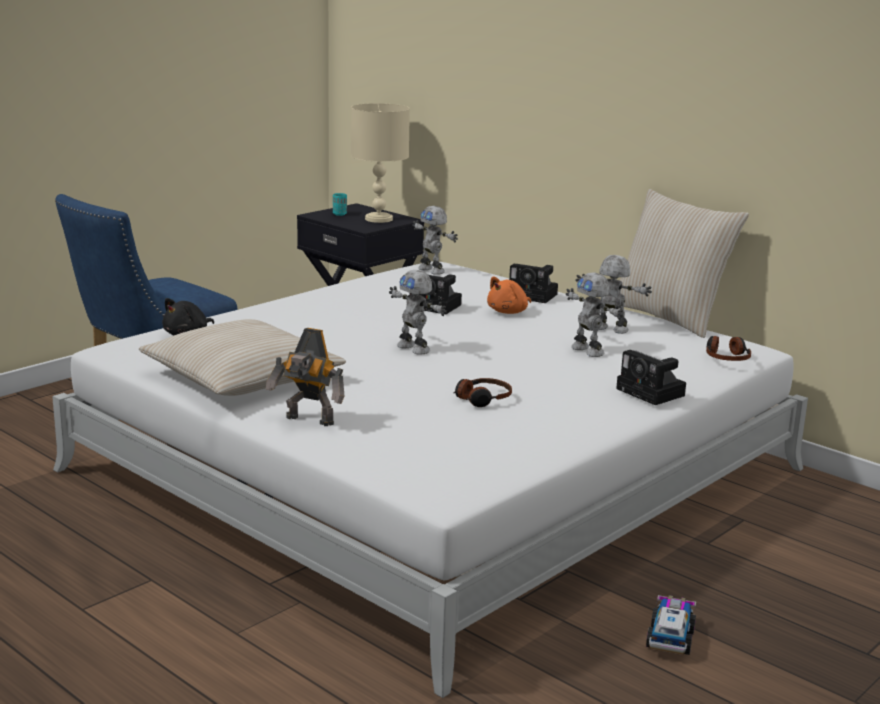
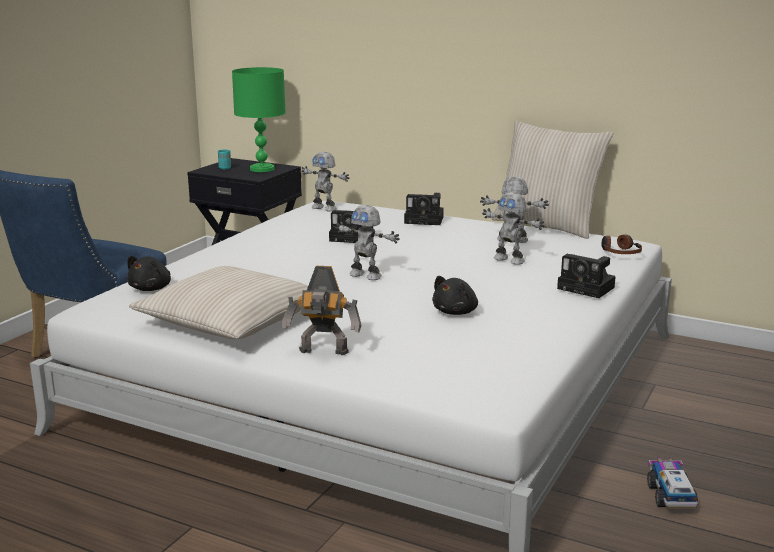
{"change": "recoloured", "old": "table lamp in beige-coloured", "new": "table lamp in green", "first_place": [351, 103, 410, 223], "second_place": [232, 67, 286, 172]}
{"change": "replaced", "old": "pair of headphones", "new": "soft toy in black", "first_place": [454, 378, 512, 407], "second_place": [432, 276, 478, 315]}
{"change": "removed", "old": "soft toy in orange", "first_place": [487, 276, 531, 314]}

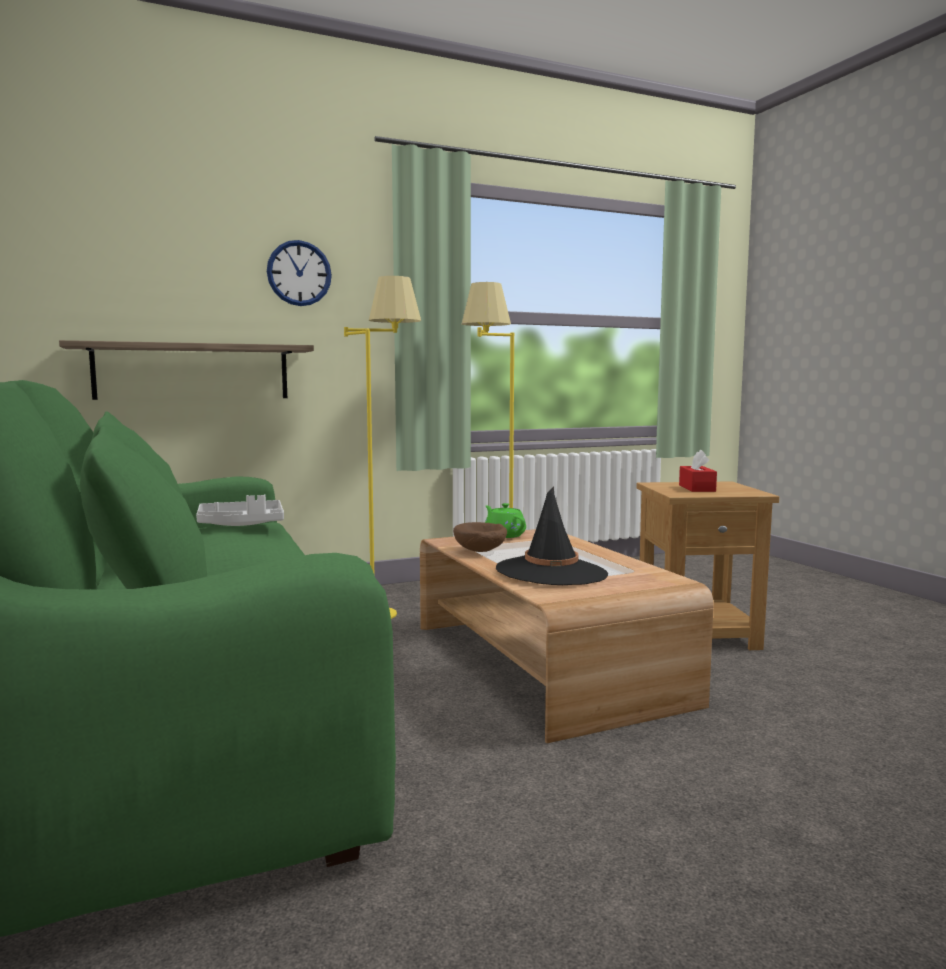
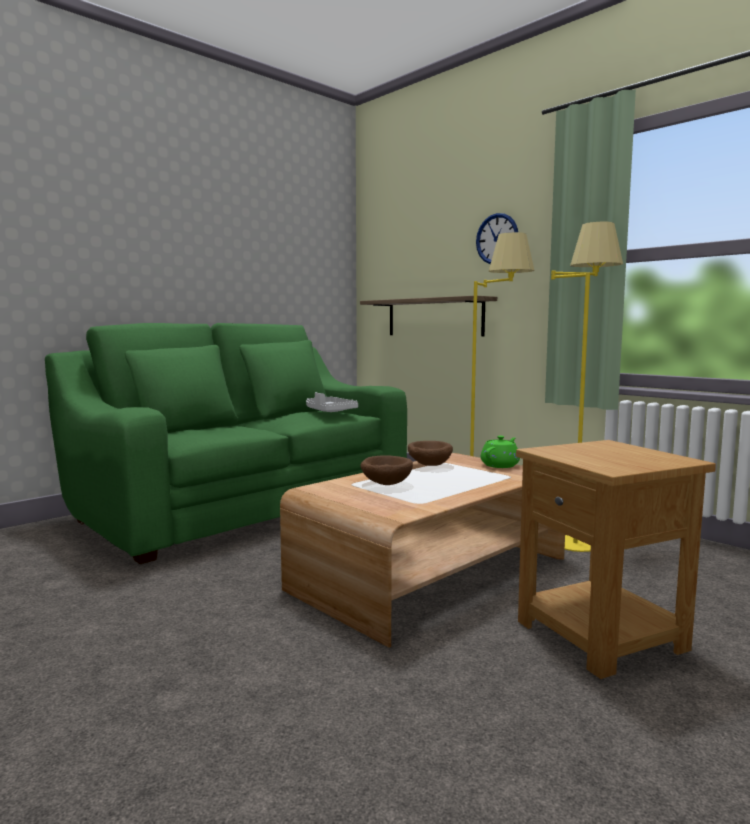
{"change": "replaced", "old": "clothing hat in black", "new": "deep dish in brown-coloured", "first_place": [496, 487, 608, 585], "second_place": [361, 456, 413, 485]}
{"change": "removed", "old": "tissue box in red-coloured", "first_place": [679, 449, 717, 492]}

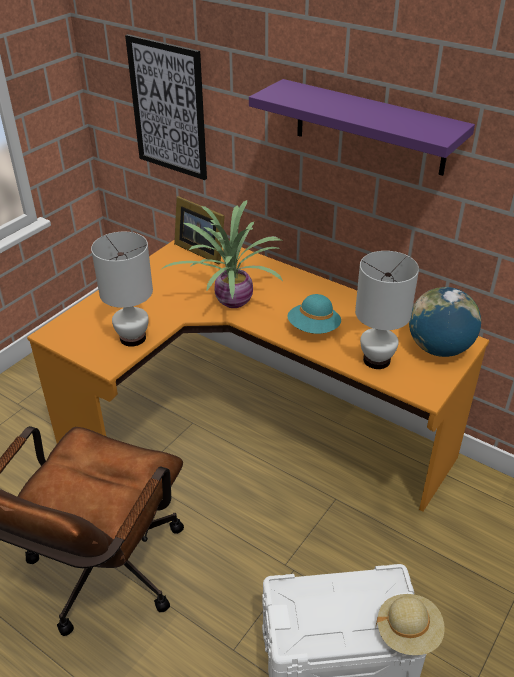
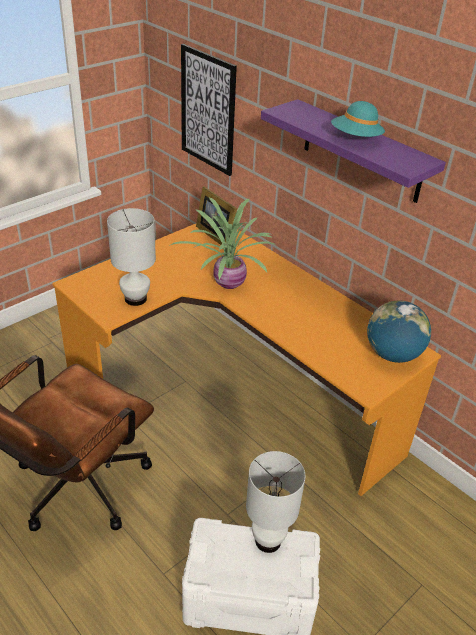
{"change": "moved", "old": "clothing hat in turquoise", "first_place": [287, 294, 341, 334], "second_place": [331, 101, 385, 137]}
{"change": "moved", "old": "table lamp in white", "first_place": [355, 251, 419, 369], "second_place": [246, 451, 305, 553]}
{"change": "removed", "old": "clothing hat in beige-coloured", "first_place": [375, 594, 445, 655]}

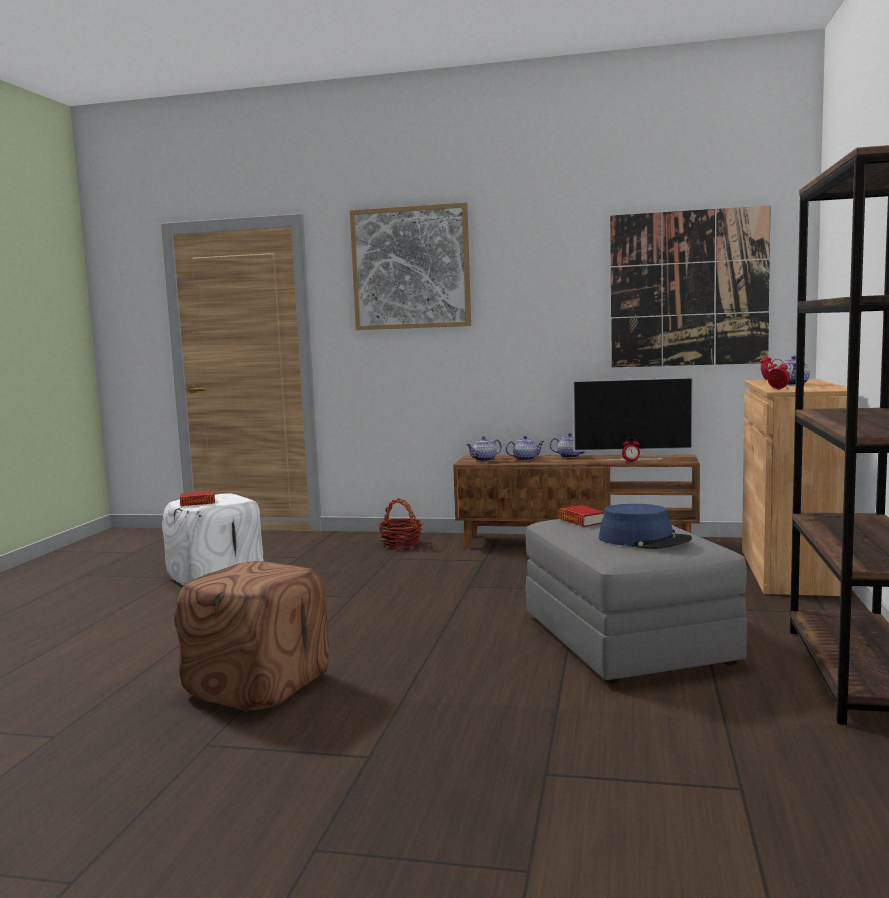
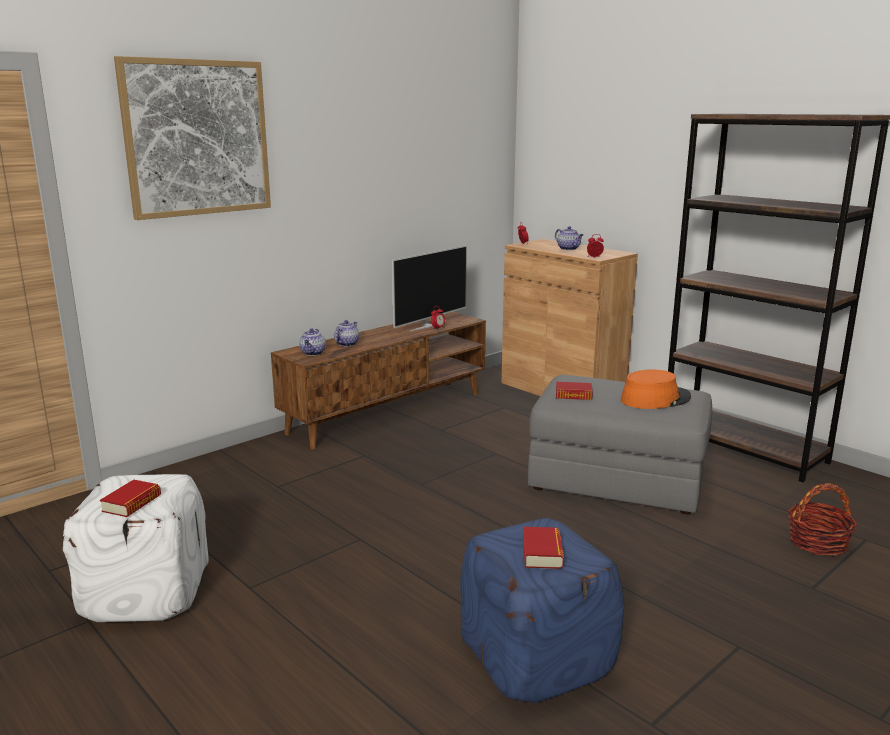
{"change": "recoloured", "old": "footrest in brown-coloured", "new": "footrest in blue-coloured", "first_place": [174, 561, 329, 711], "second_place": [460, 518, 624, 703]}
{"change": "moved", "old": "household basket", "first_place": [378, 498, 422, 549], "second_place": [788, 483, 857, 556]}
{"change": "removed", "old": "tea pot", "first_place": [550, 433, 585, 458]}
{"change": "recoloured", "old": "clothing hat in blue-coloured", "new": "clothing hat in orange", "first_place": [599, 504, 692, 549], "second_place": [621, 370, 691, 409]}
{"change": "removed", "old": "wall picture", "first_place": [610, 205, 771, 367]}
{"change": "added", "new": "bound book", "second_place": [523, 527, 564, 569]}

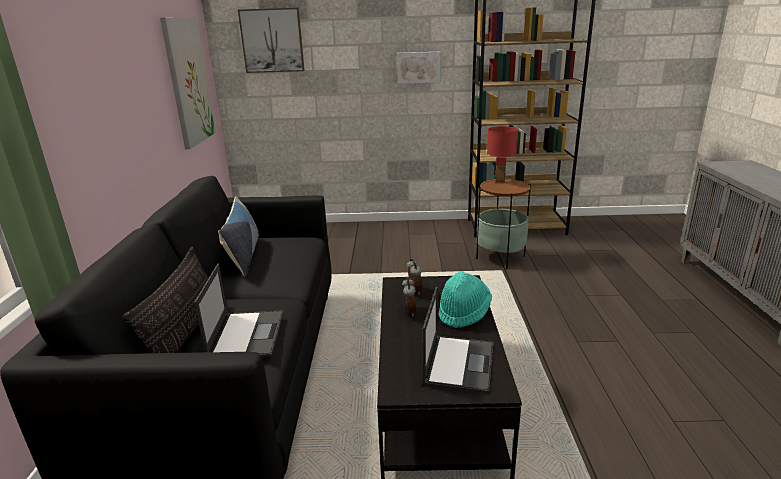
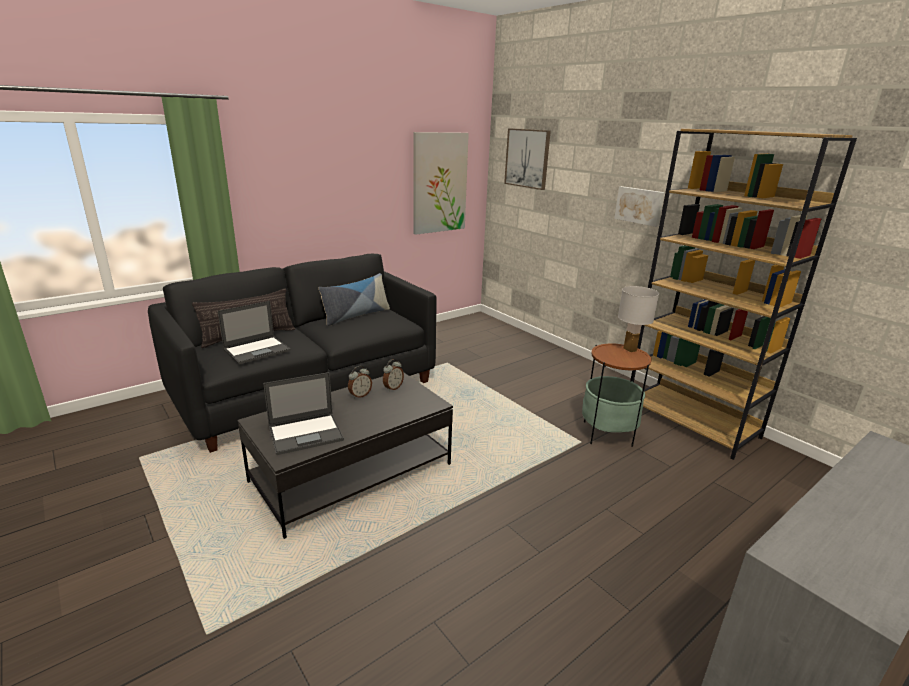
{"change": "removed", "old": "clothing hat in turquoise", "first_place": [439, 271, 492, 328]}
{"change": "recoloured", "old": "table lamp in red-coloured", "new": "table lamp in white", "first_place": [487, 126, 518, 182], "second_place": [618, 286, 659, 352]}

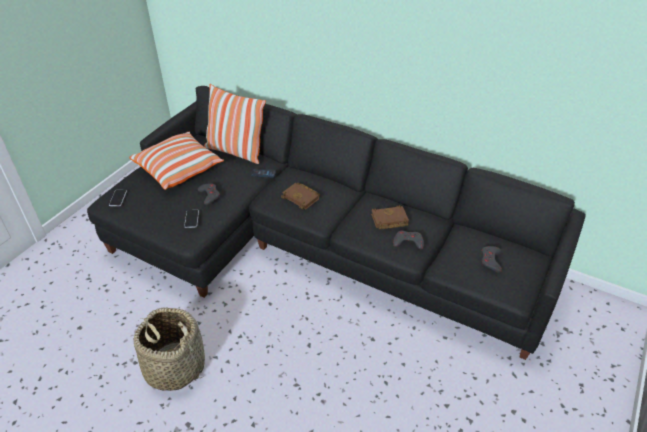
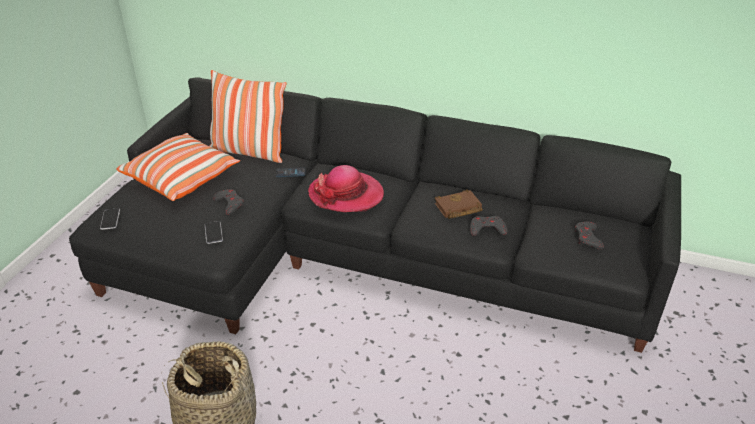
{"change": "replaced", "old": "bound book in brown-coloured", "new": "clothing hat", "first_place": [281, 183, 320, 210], "second_place": [308, 165, 384, 212]}

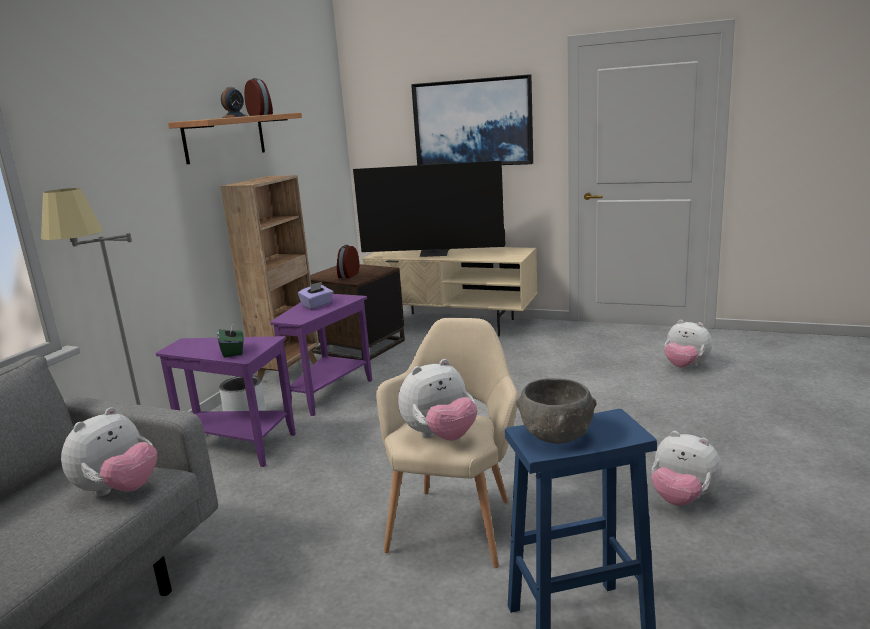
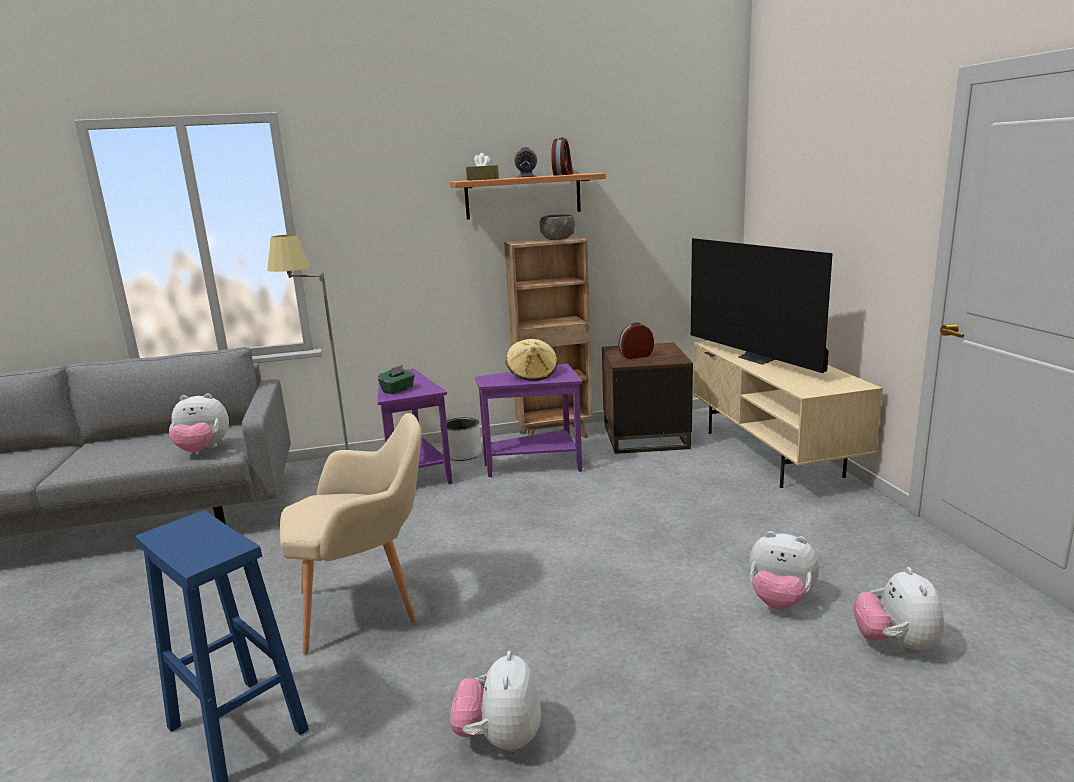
{"change": "replaced", "old": "tissue box in purple-coloured", "new": "clothing hat in beige-coloured", "first_place": [298, 282, 333, 309], "second_place": [506, 339, 558, 381]}
{"change": "moved", "old": "soft toy", "first_place": [398, 359, 477, 441], "second_place": [749, 531, 819, 610]}
{"change": "removed", "old": "wall picture", "first_place": [411, 74, 533, 165]}
{"change": "moved", "old": "deep dish in greyish", "first_place": [516, 378, 597, 444], "second_place": [540, 214, 575, 240]}
{"change": "added", "new": "tissue box in brown-coloured", "second_place": [466, 153, 499, 181]}

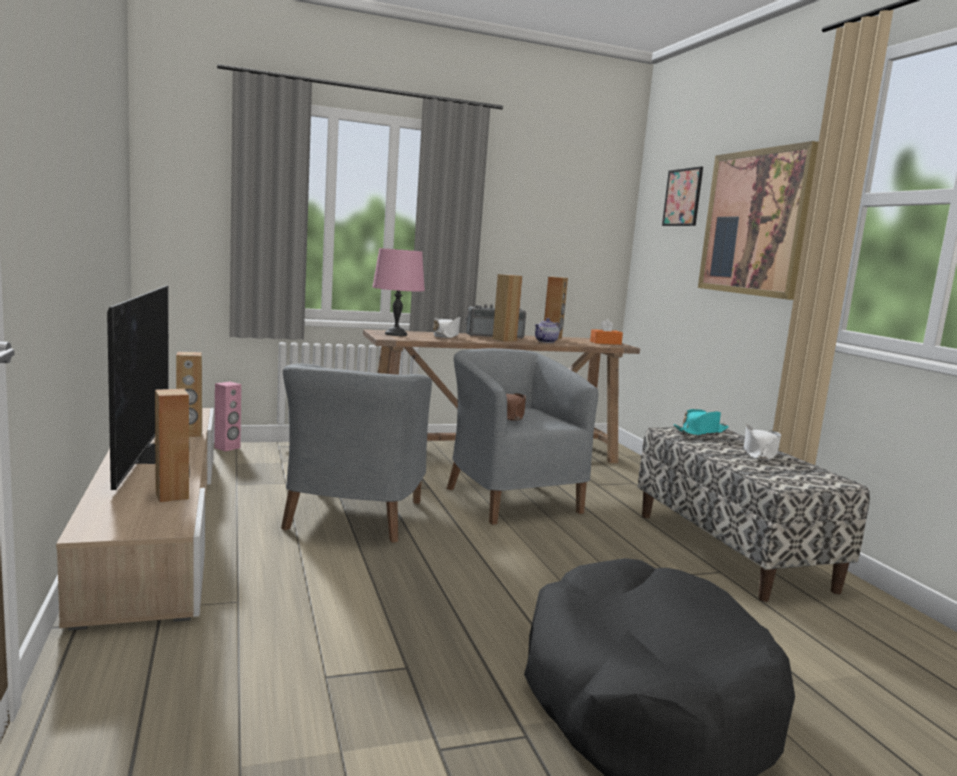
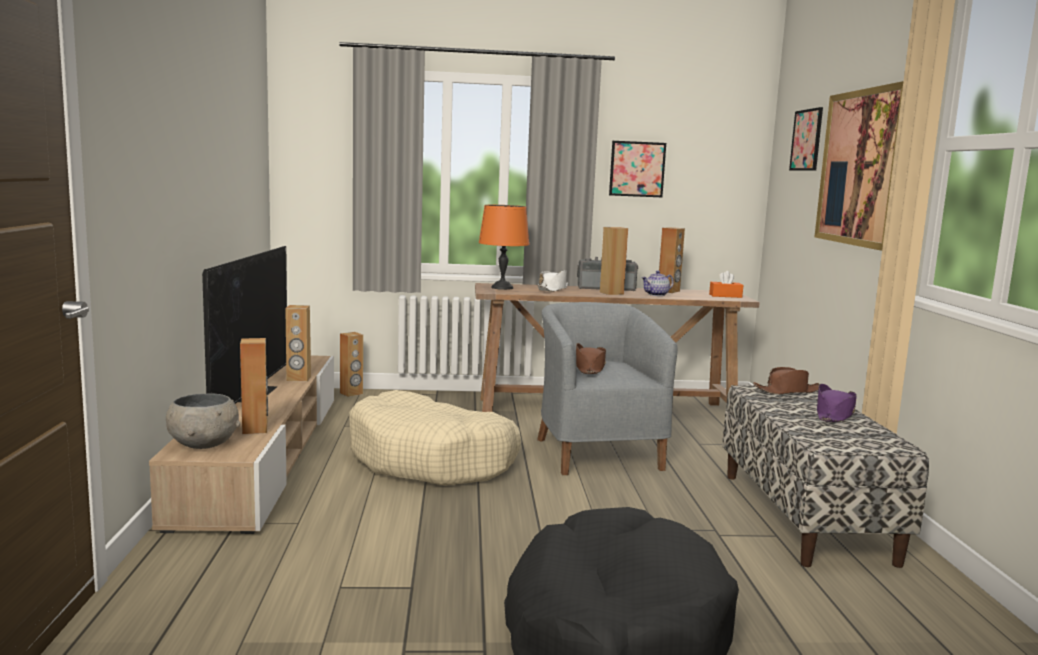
{"change": "recoloured", "old": "speaker in pink-coloured", "new": "speaker in brown-coloured", "first_place": [214, 382, 241, 451], "second_place": [340, 332, 363, 397]}
{"change": "replaced", "old": "easy chair in greyish", "new": "dog bed in beige-coloured", "first_place": [281, 363, 432, 543], "second_place": [349, 390, 521, 486]}
{"change": "recoloured", "old": "table lamp in pink-coloured", "new": "table lamp in orange", "first_place": [372, 248, 425, 336], "second_place": [479, 205, 529, 290]}
{"change": "recoloured", "old": "clothing hat in turquoise", "new": "clothing hat in brown-coloured", "first_place": [674, 409, 729, 435], "second_place": [753, 367, 819, 394]}
{"change": "recoloured", "old": "clothing hat in white", "new": "clothing hat in purple-coloured", "first_place": [744, 424, 781, 460], "second_place": [817, 384, 857, 422]}
{"change": "added", "new": "deep dish in greyish", "second_place": [166, 393, 240, 449]}
{"change": "added", "new": "wall picture", "second_place": [609, 141, 666, 197]}

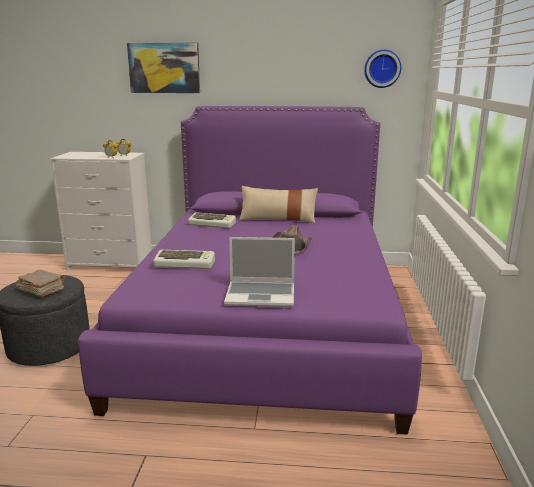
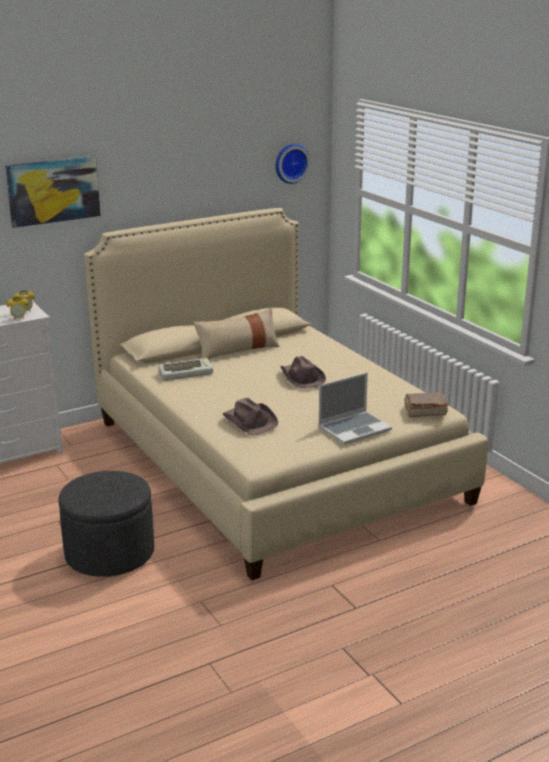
{"change": "moved", "old": "bound book in brown-coloured", "first_place": [16, 270, 65, 297], "second_place": [404, 392, 448, 417]}
{"change": "recoloured", "old": "bed in purple-coloured", "new": "bed in beige-coloured", "first_place": [78, 106, 422, 435], "second_place": [84, 208, 488, 580]}
{"change": "replaced", "old": "PC keyboard", "new": "clothing hat in brown-coloured", "first_place": [153, 250, 215, 269], "second_place": [223, 398, 278, 436]}

